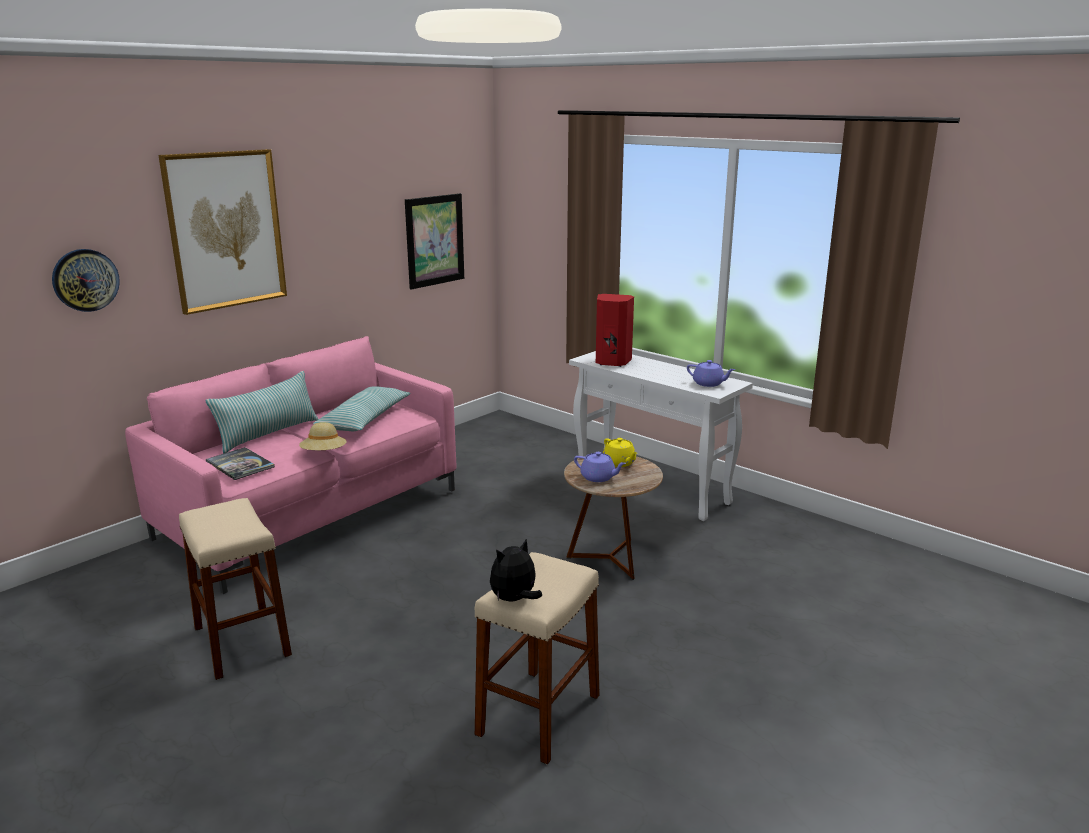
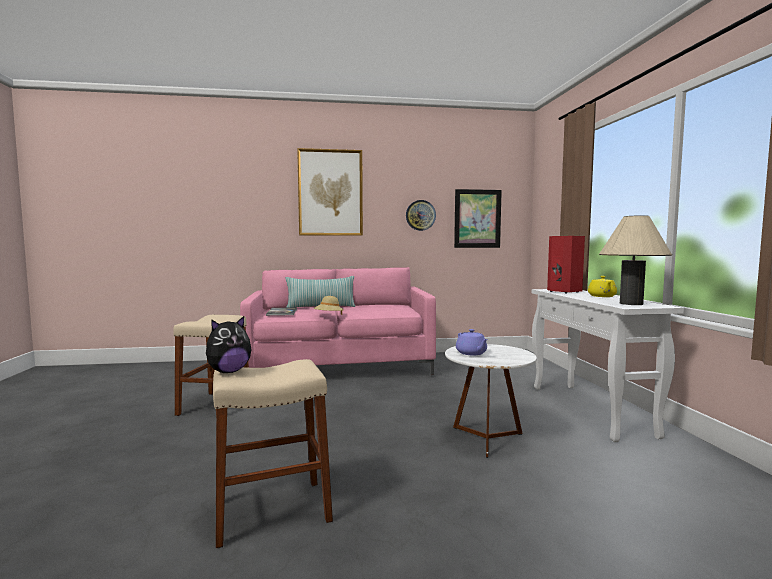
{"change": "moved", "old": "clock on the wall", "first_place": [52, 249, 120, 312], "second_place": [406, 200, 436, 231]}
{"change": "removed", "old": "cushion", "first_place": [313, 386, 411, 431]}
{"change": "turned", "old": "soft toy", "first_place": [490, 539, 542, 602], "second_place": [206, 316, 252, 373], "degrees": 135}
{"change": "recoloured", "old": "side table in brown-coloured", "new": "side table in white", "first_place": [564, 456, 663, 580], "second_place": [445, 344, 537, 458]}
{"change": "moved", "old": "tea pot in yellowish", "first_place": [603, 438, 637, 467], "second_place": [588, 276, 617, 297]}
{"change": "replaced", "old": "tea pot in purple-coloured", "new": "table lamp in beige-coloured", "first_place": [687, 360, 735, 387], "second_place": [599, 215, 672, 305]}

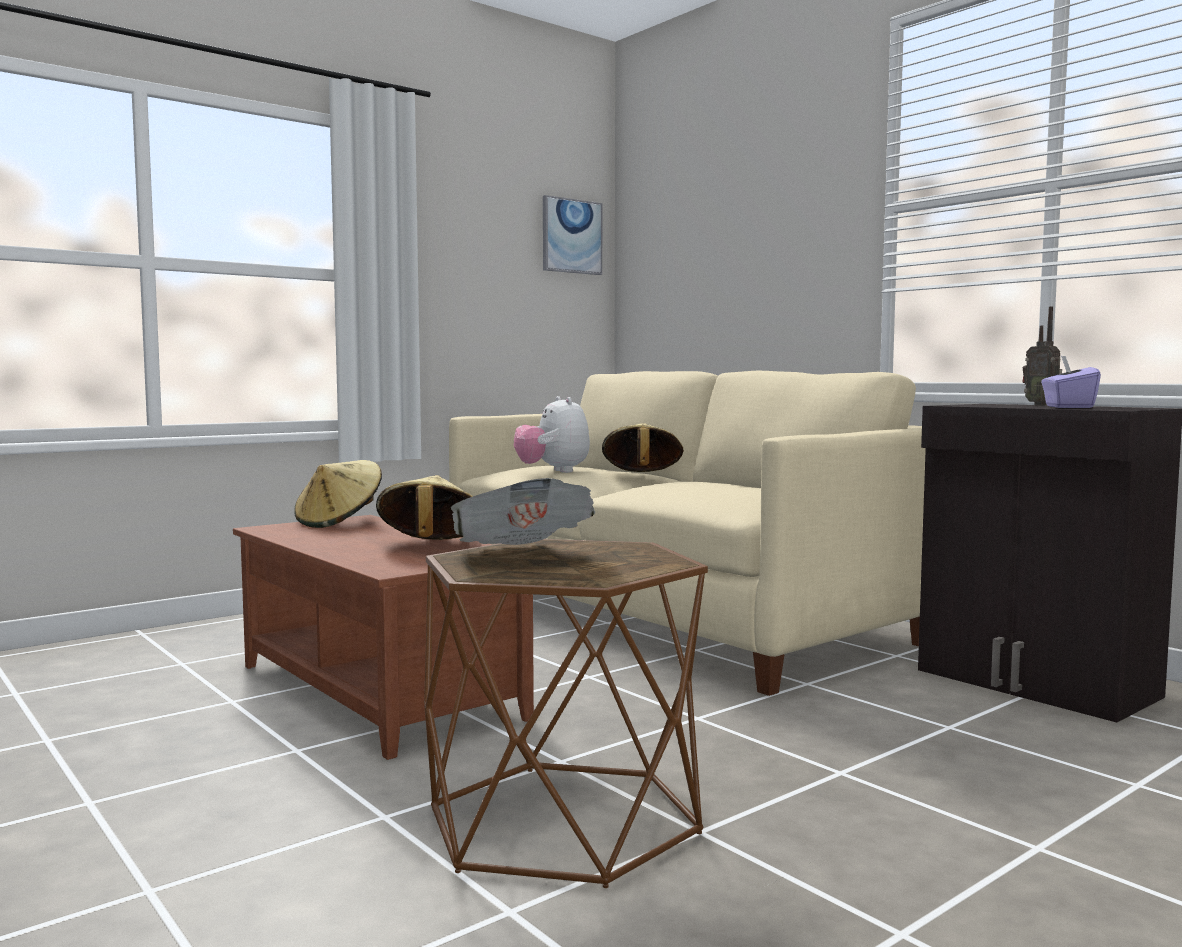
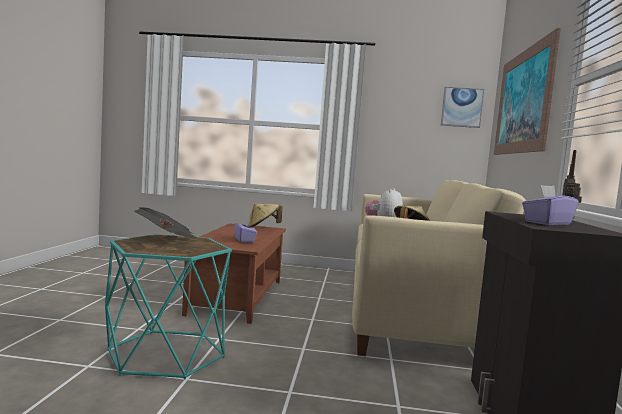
{"change": "replaced", "old": "clothing hat in beige-coloured", "new": "tissue box in purple-coloured", "first_place": [376, 475, 473, 540], "second_place": [234, 219, 257, 243]}
{"change": "recoloured", "old": "side table in brown-coloured", "new": "side table in turquoise", "first_place": [424, 539, 708, 888], "second_place": [105, 234, 232, 380]}
{"change": "added", "new": "wall picture", "second_place": [494, 28, 561, 155]}

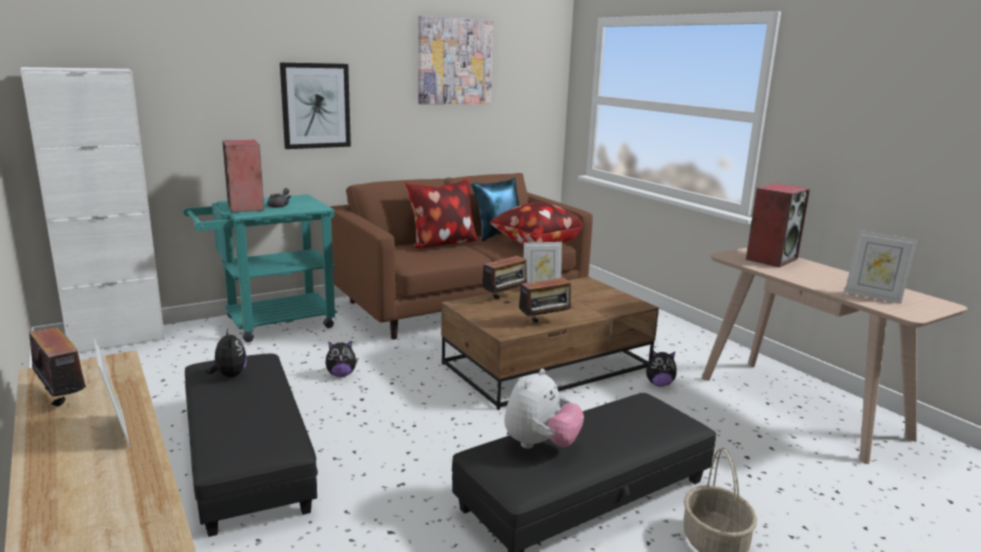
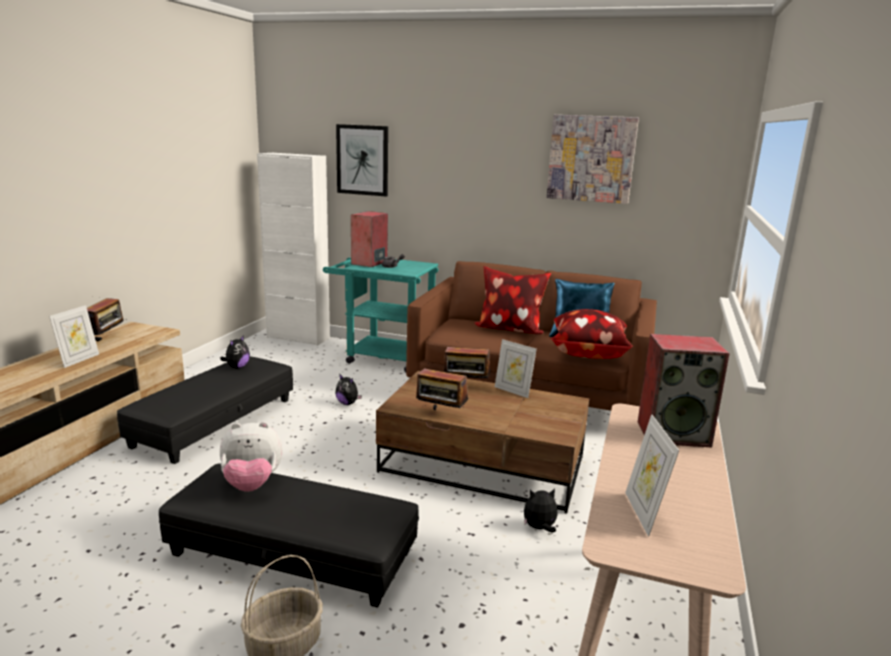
{"change": "moved", "old": "wall picture", "first_place": [280, 62, 351, 149], "second_place": [336, 124, 388, 196]}
{"change": "turned", "old": "soft toy", "first_place": [646, 351, 677, 386], "second_place": [524, 488, 558, 533], "degrees": 120}

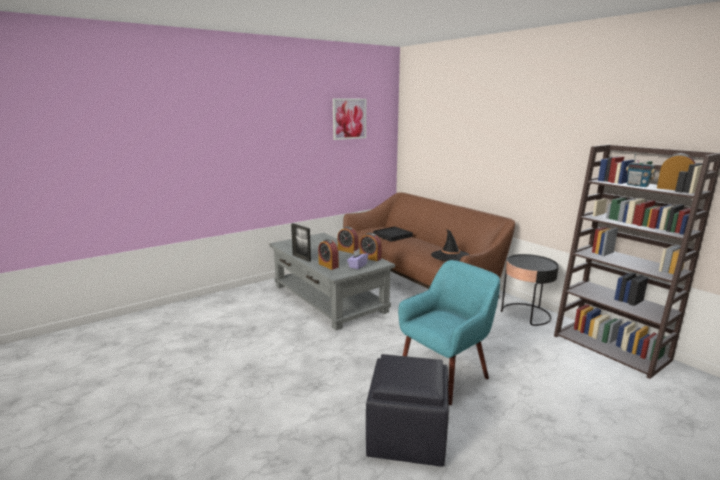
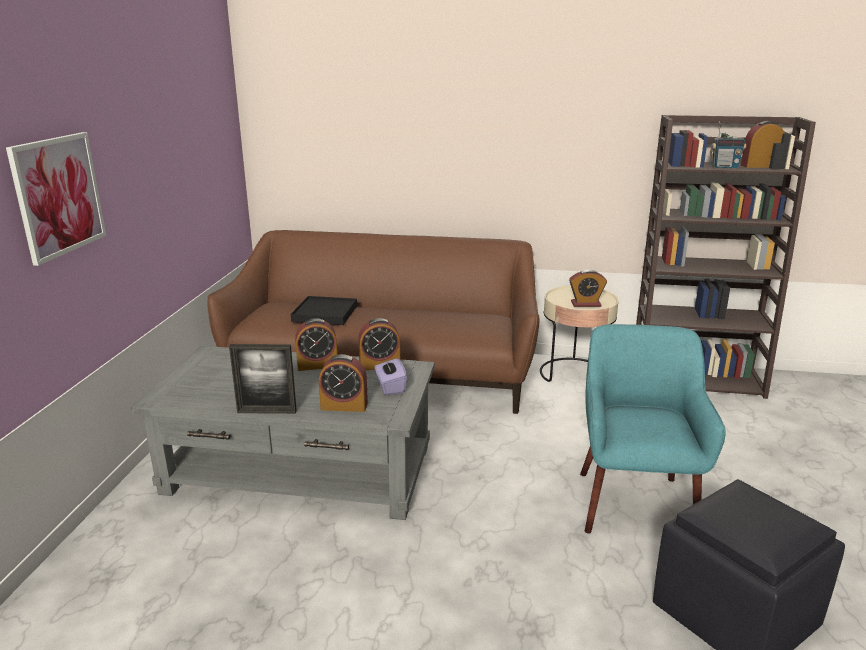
{"change": "moved", "old": "wall picture", "first_place": [333, 99, 366, 140], "second_place": [6, 132, 106, 266]}
{"change": "removed", "old": "clothing hat in black", "first_place": [431, 229, 469, 261]}
{"change": "recoloured", "old": "side table in black", "new": "side table in beige-coloured", "first_place": [501, 254, 559, 326], "second_place": [540, 286, 618, 382]}
{"change": "added", "new": "alarm clock", "second_place": [569, 270, 607, 307]}

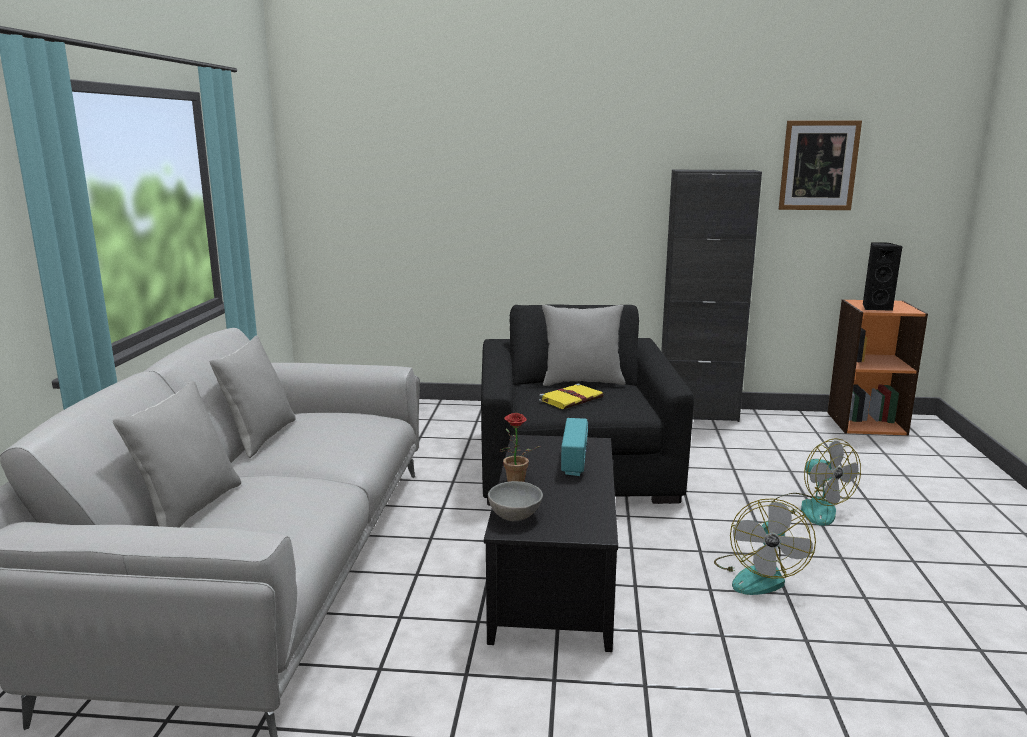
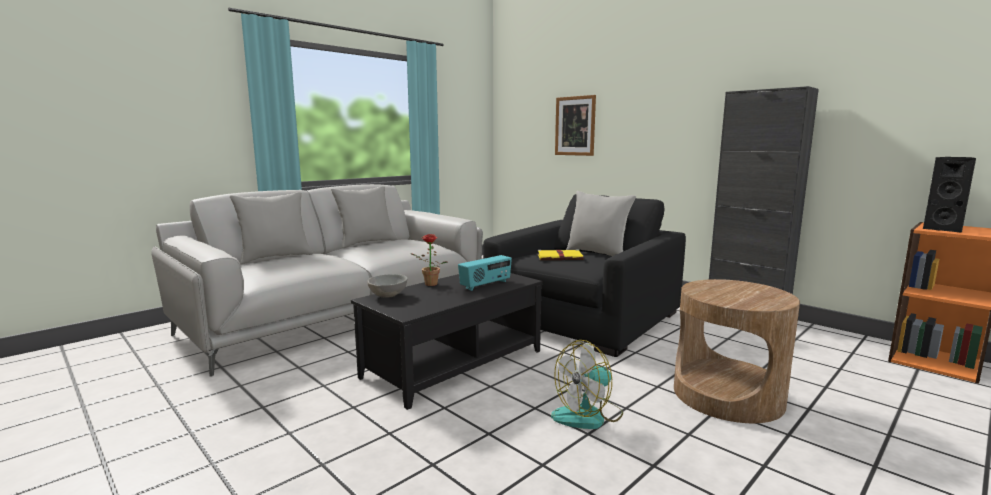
{"change": "replaced", "old": "fan", "new": "side table in brown-coloured", "first_place": [772, 438, 861, 526], "second_place": [674, 279, 800, 423]}
{"change": "moved", "old": "wall picture", "first_place": [779, 120, 862, 210], "second_place": [555, 95, 596, 156]}

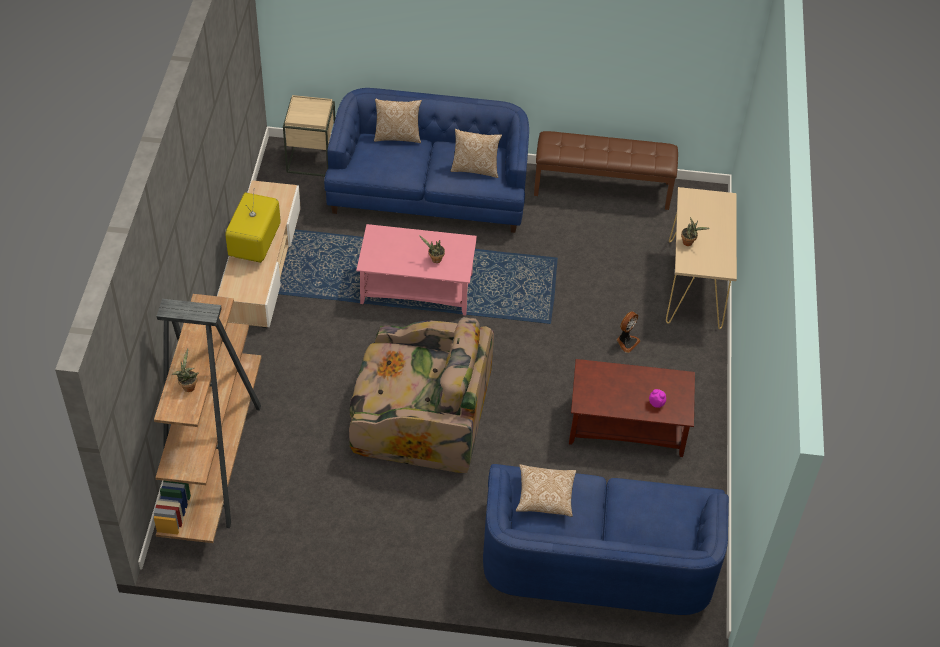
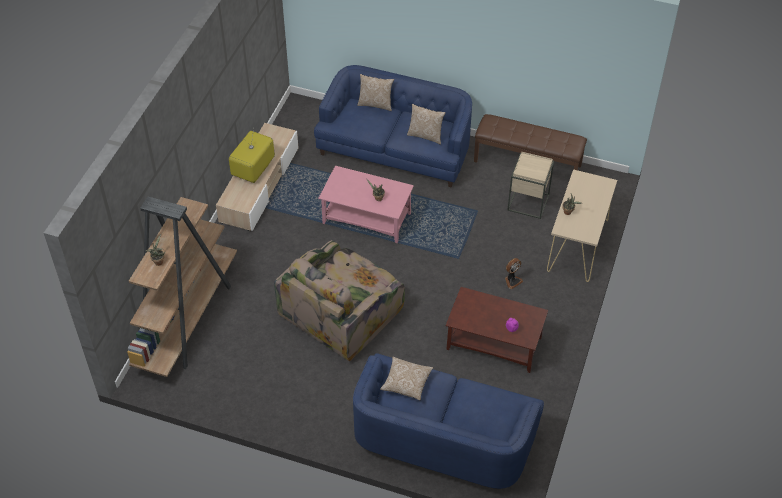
{"change": "moved", "old": "side table in beige-coloured", "first_place": [283, 95, 335, 177], "second_place": [507, 152, 554, 219]}
{"change": "turned", "old": "easy chair", "first_place": [349, 317, 494, 473], "second_place": [274, 240, 405, 361], "degrees": 105}

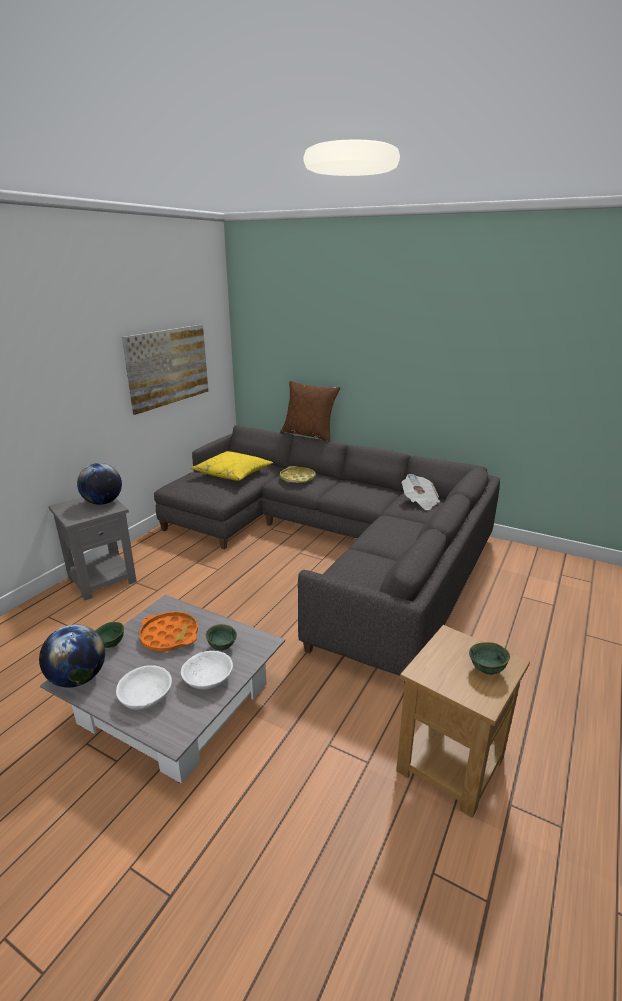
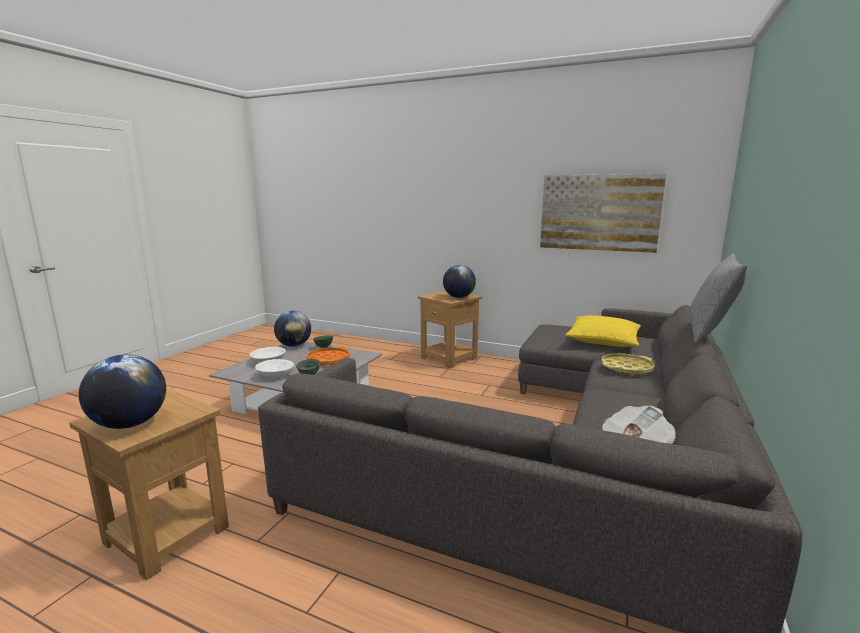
{"change": "recoloured", "old": "side table in greyish", "new": "side table in brown-coloured", "first_place": [49, 497, 137, 600], "second_place": [418, 290, 482, 368]}
{"change": "recoloured", "old": "cushion in brown-coloured", "new": "cushion in greyish", "first_place": [280, 381, 341, 442], "second_place": [689, 254, 747, 343]}
{"change": "replaced", "old": "deep dish in green", "new": "world globe", "first_place": [469, 642, 510, 675], "second_place": [79, 354, 166, 429]}

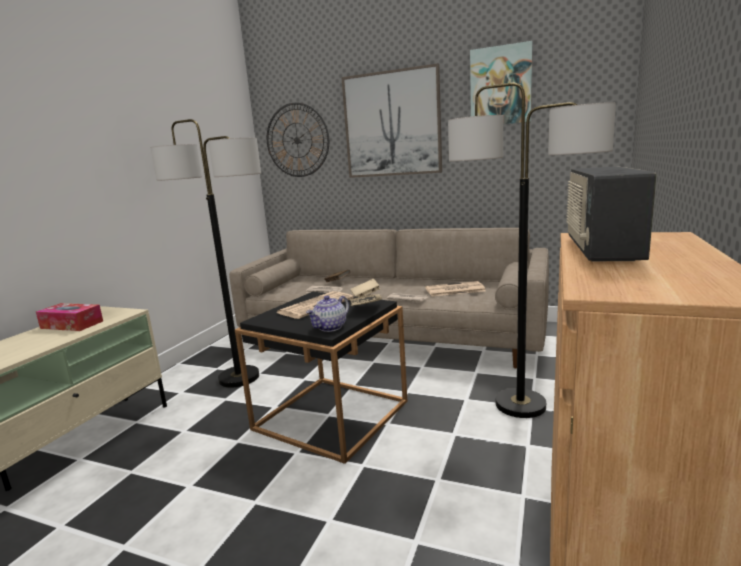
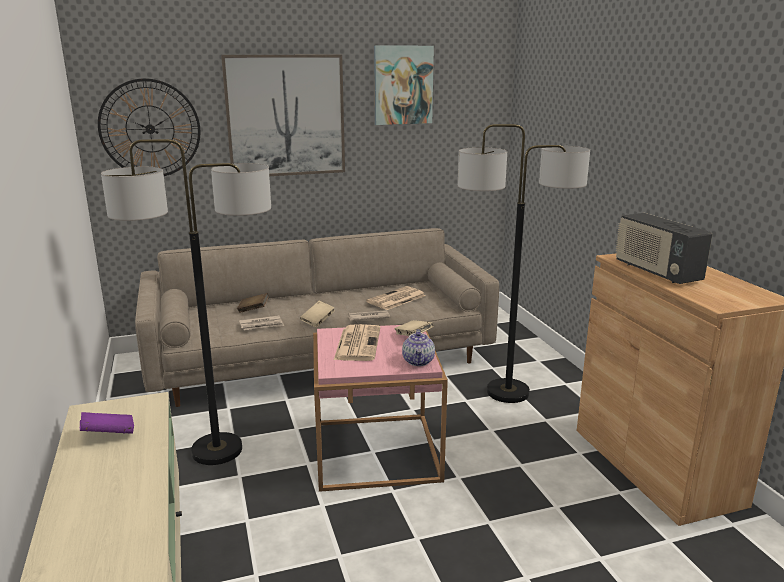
{"change": "replaced", "old": "tissue box", "new": "bound book in purple-coloured", "first_place": [36, 303, 103, 331], "second_place": [80, 412, 134, 434]}
{"change": "recoloured", "old": "side table in black", "new": "side table in pink-coloured", "first_place": [235, 292, 408, 464], "second_place": [313, 325, 448, 492]}

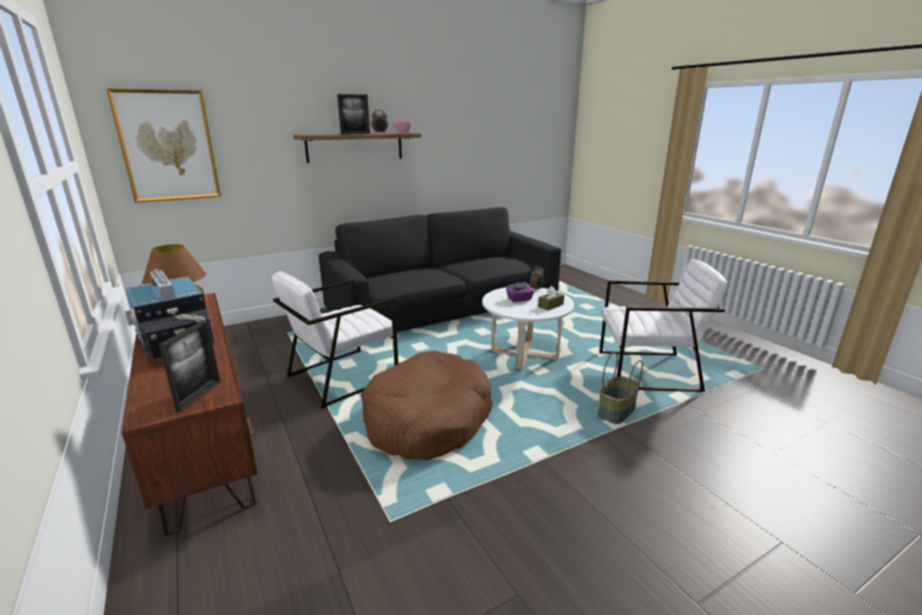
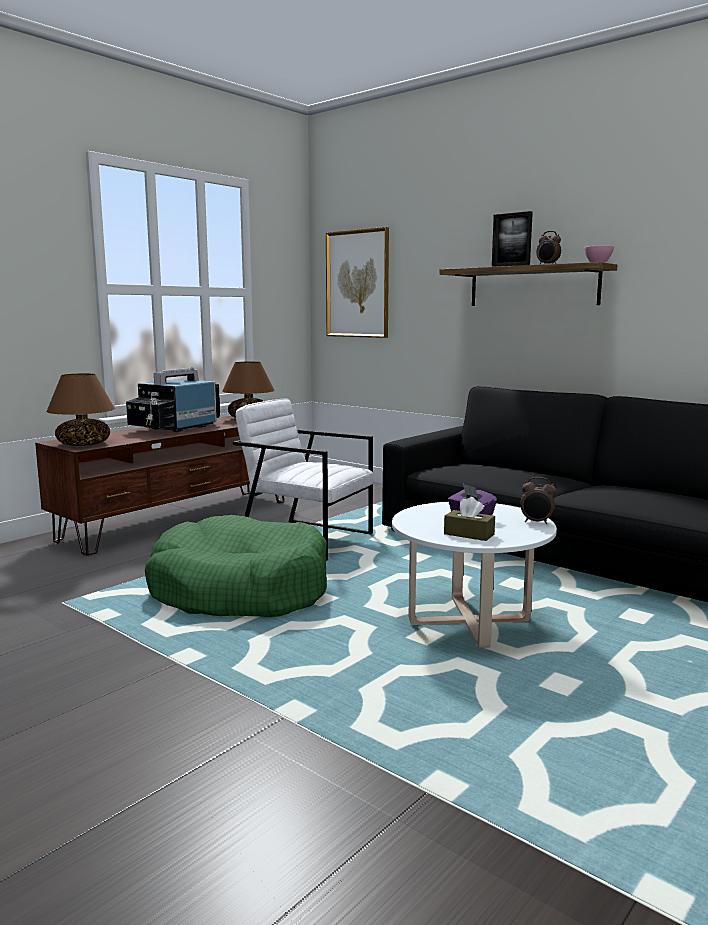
{"change": "replaced", "old": "photo frame", "new": "table lamp in brown-coloured", "first_place": [159, 320, 221, 412], "second_place": [46, 373, 115, 446]}
{"change": "recoloured", "old": "dog bed in brown-coloured", "new": "dog bed in green", "first_place": [361, 350, 493, 460], "second_place": [145, 515, 327, 617]}
{"change": "removed", "old": "household basket", "first_place": [598, 352, 643, 424]}
{"change": "removed", "old": "easy chair in white", "first_place": [599, 259, 727, 392]}

